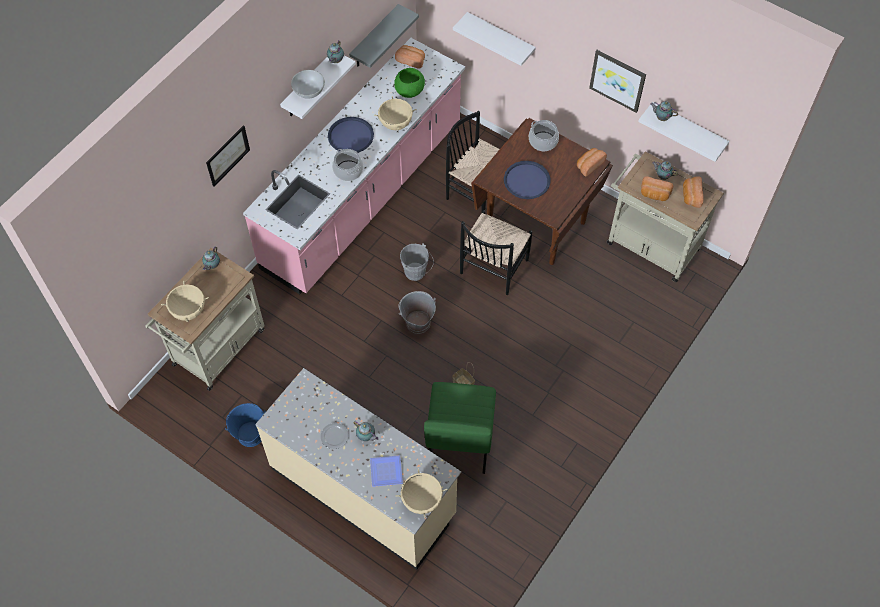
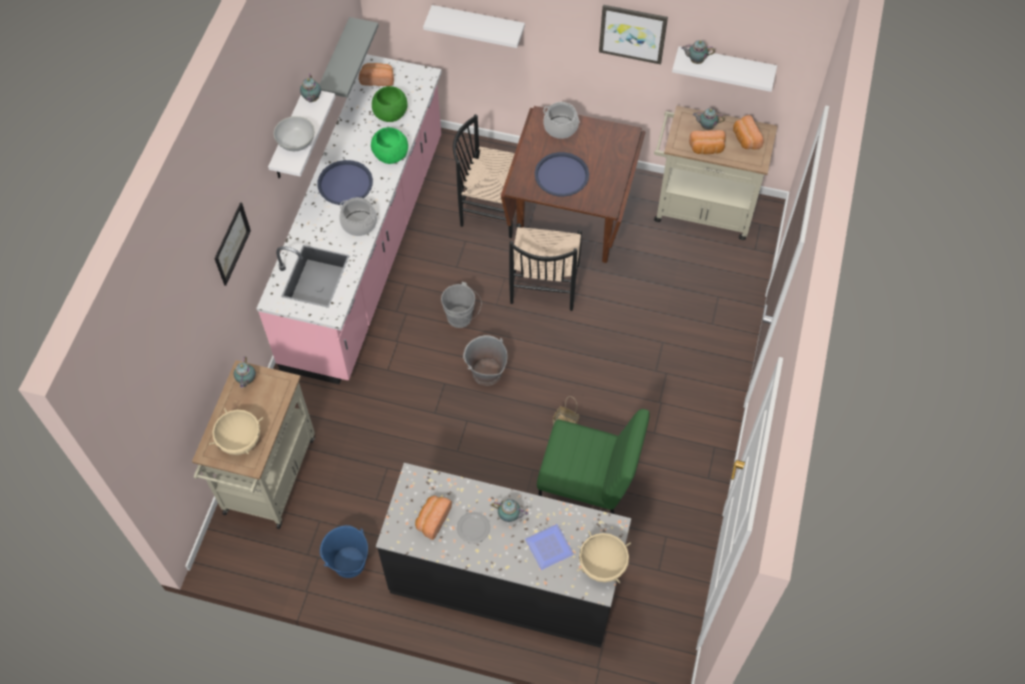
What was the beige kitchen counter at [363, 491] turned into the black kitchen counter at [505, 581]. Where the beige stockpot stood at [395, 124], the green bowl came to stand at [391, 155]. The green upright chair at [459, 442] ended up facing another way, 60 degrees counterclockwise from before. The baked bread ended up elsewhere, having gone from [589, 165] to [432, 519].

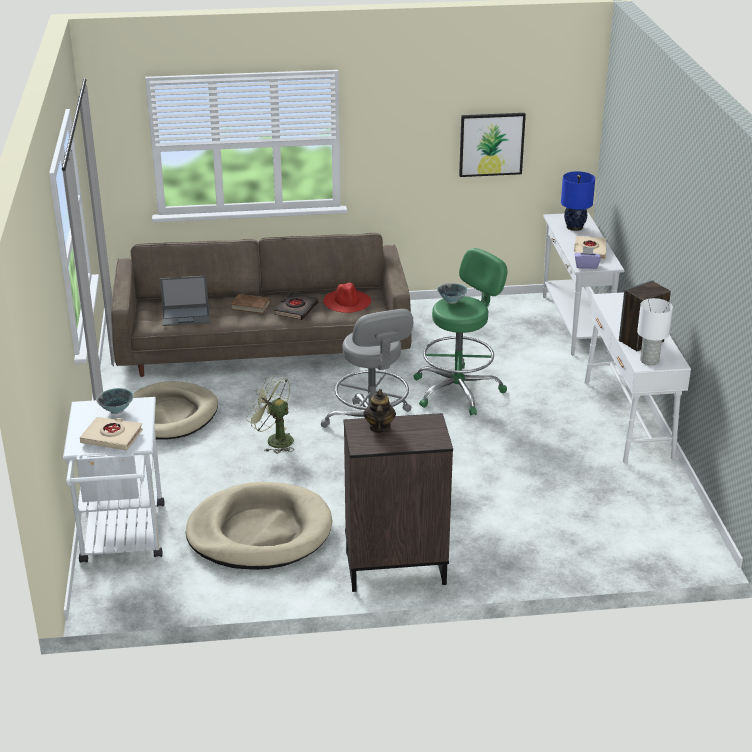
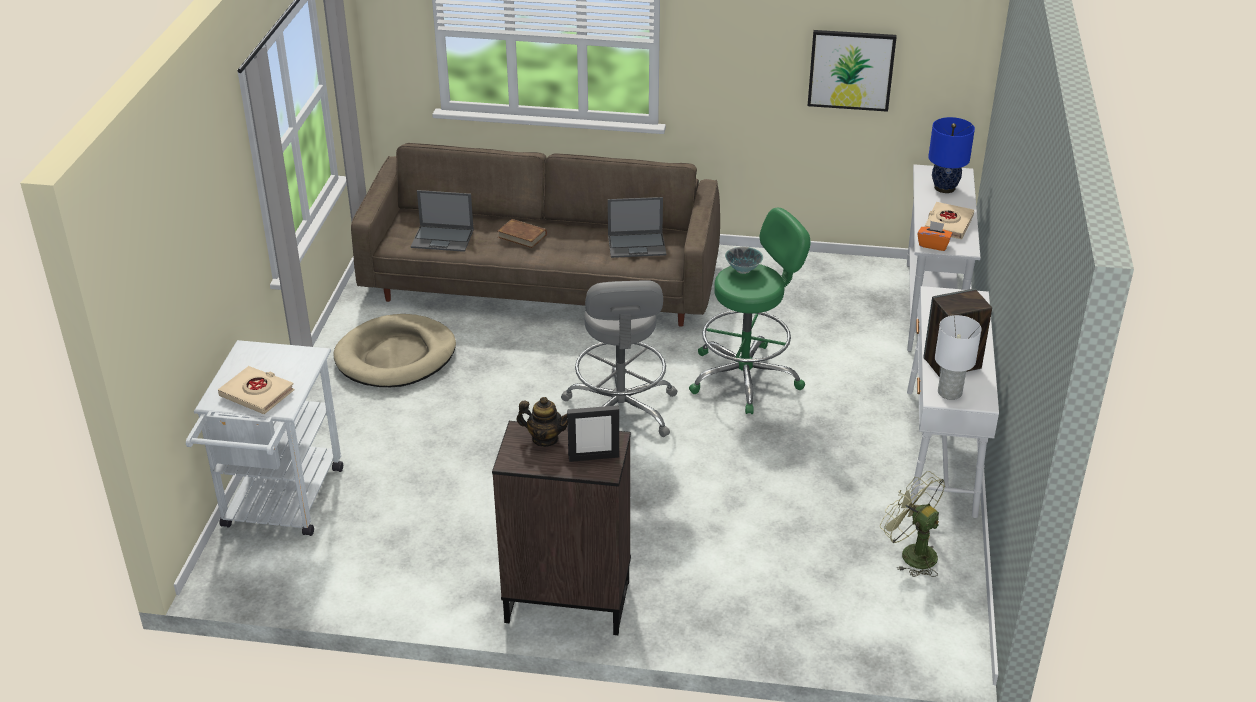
The second view lost the bowl at [117, 410]. The second view lost the beige dog bed at [259, 532]. The green fan ended up elsewhere, having gone from [274, 440] to [911, 553]. The second view lost the black bound book at [296, 309]. Where the reddish wearable hat stood at [347, 301], the laptop came to stand at [637, 245]. The teapot at [379, 427] ended up facing another way, 90 degrees clockwise from before. What was the purple box of tissues at [586, 266] turned into the orange box of tissues at [933, 245]. The second view gained the standing frame at [593, 456].

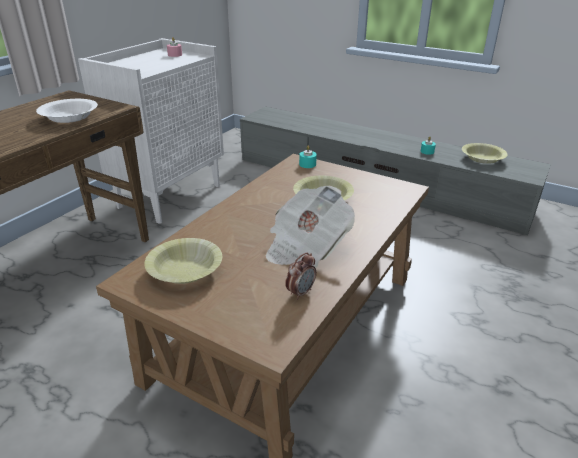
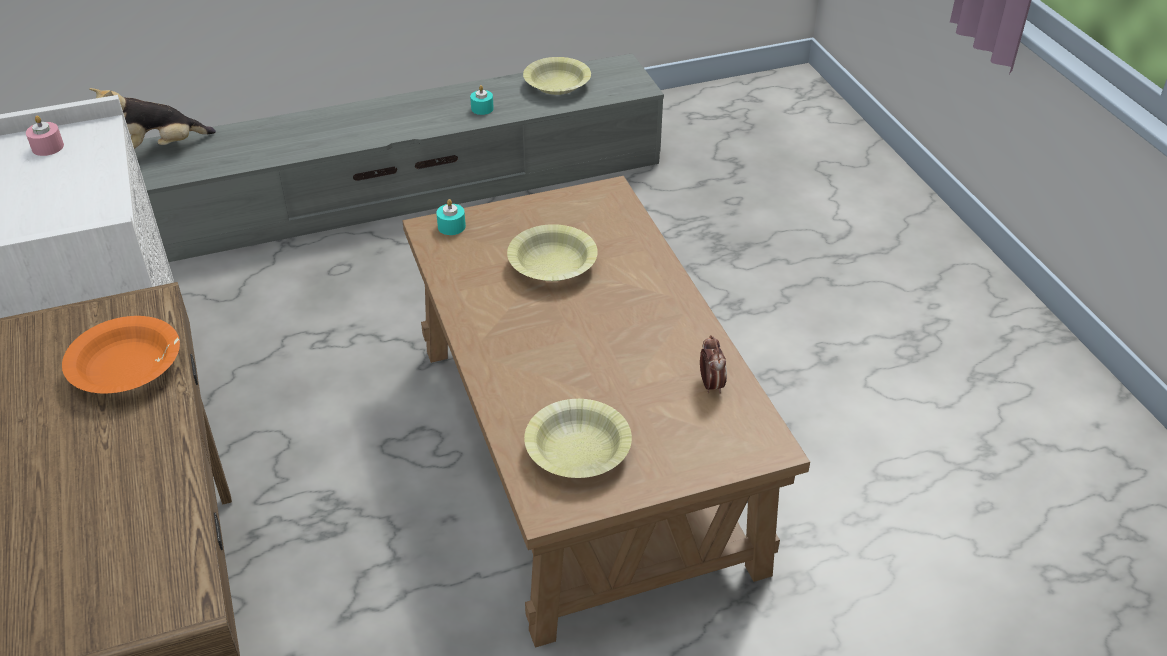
What was the white-coloured bowl at [69, 118] turned into the orange bowl at [127, 369]. The second view lost the daily paper at [306, 247]. The second view gained the cuddly toy at [159, 150].

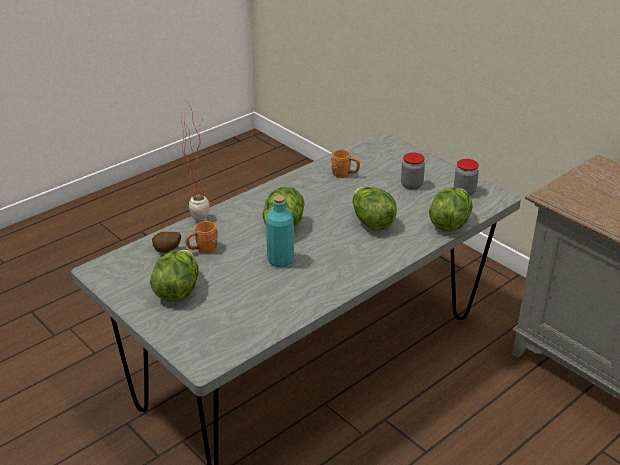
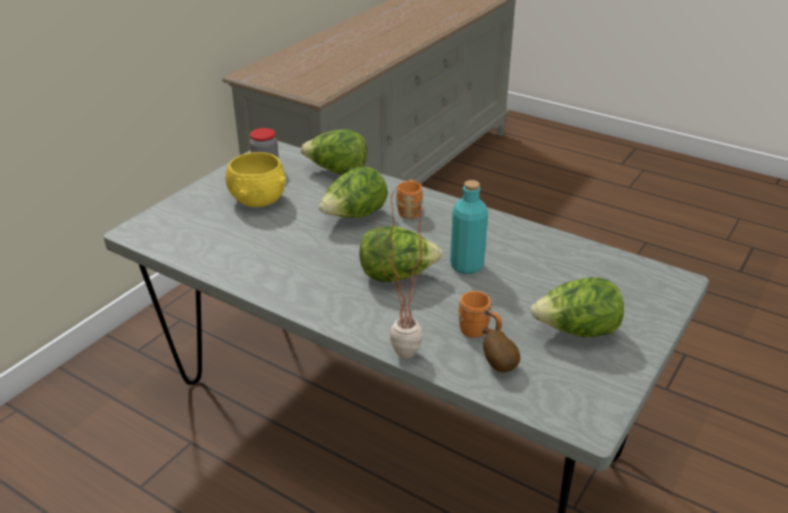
The orange mug ended up elsewhere, having gone from [344, 174] to [409, 210]. Where the storage jar stood at [411, 185], the yellow bowl came to stand at [258, 199].

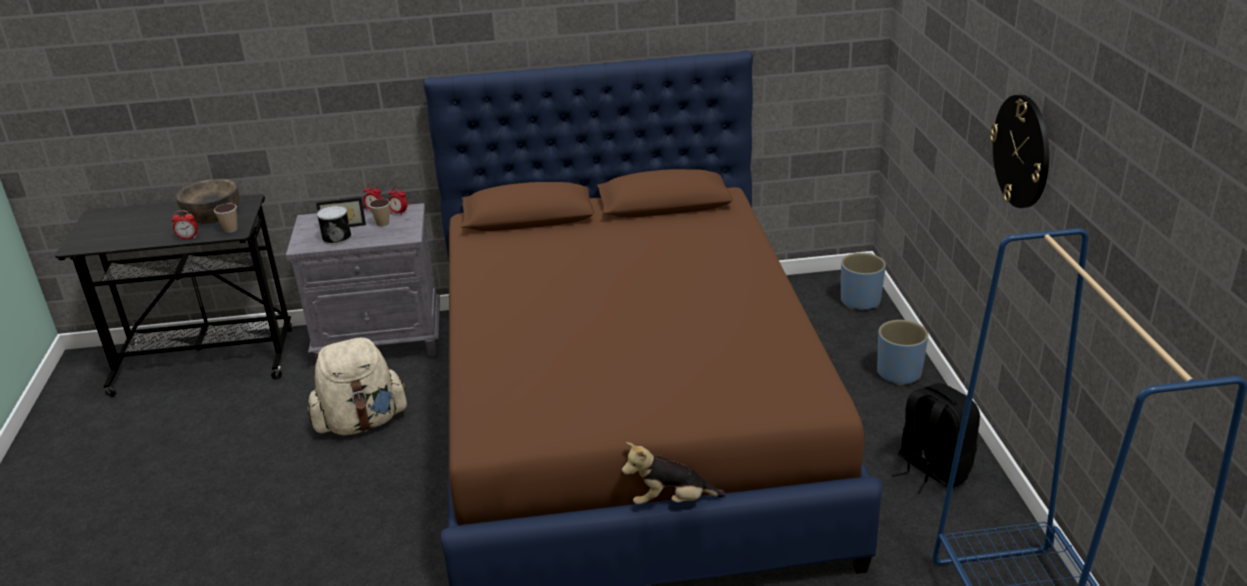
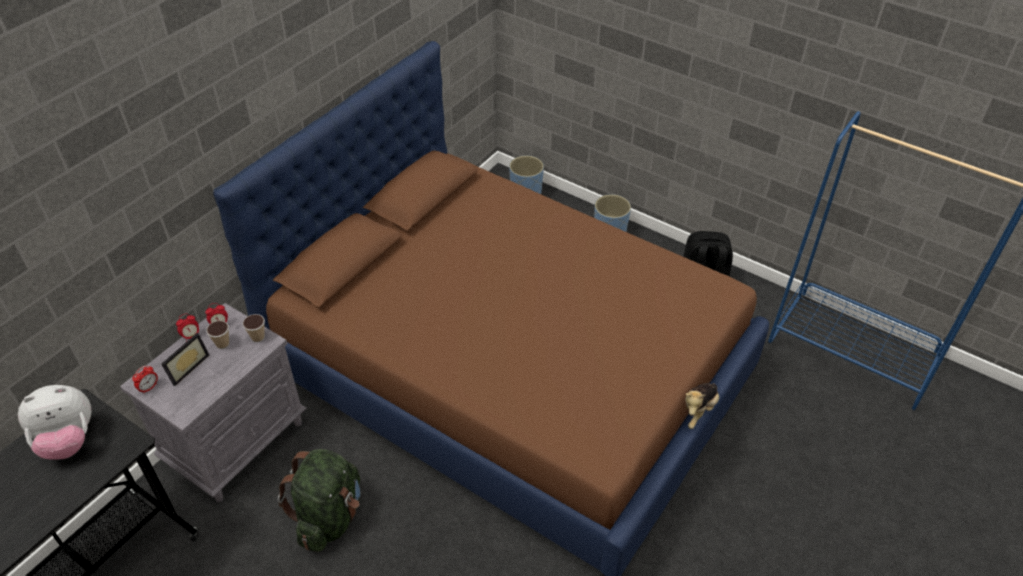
The table clock ended up elsewhere, having gone from [188, 237] to [149, 388]. Where the brown bowl stood at [213, 213], the cuddly toy came to stand at [68, 441]. The small cup ended up elsewhere, having gone from [230, 229] to [258, 337]. What was the beige backpack at [362, 422] turned into the green backpack at [329, 516]. The second view lost the can at [337, 237]. The second view lost the wall clock at [1022, 151].

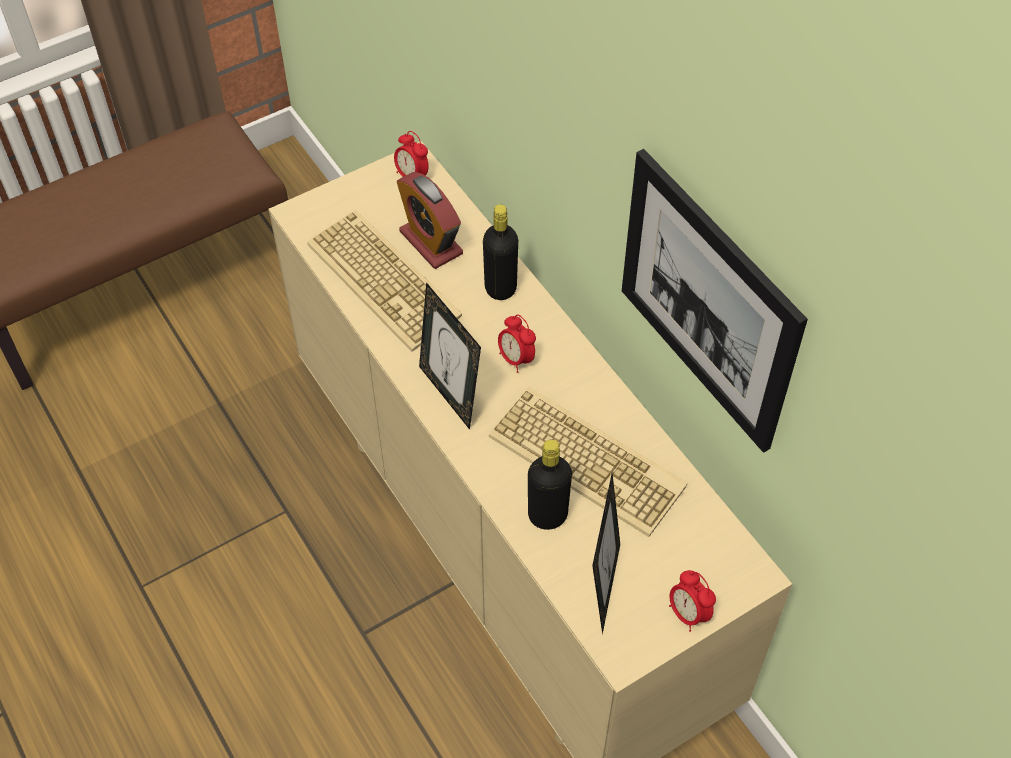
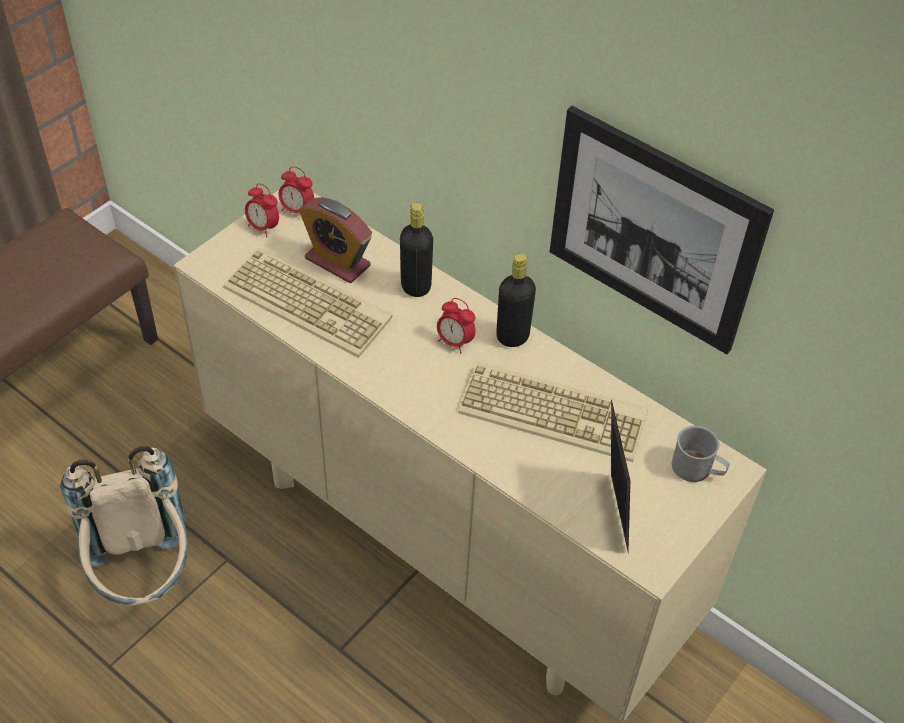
The second view lost the standing frame at [450, 394]. The black beverage bottle ended up elsewhere, having gone from [547, 515] to [512, 337]. The table clock ended up elsewhere, having gone from [688, 613] to [263, 227]. The second view gained the beige backpack at [144, 578]. The second view gained the gray mug at [697, 469].

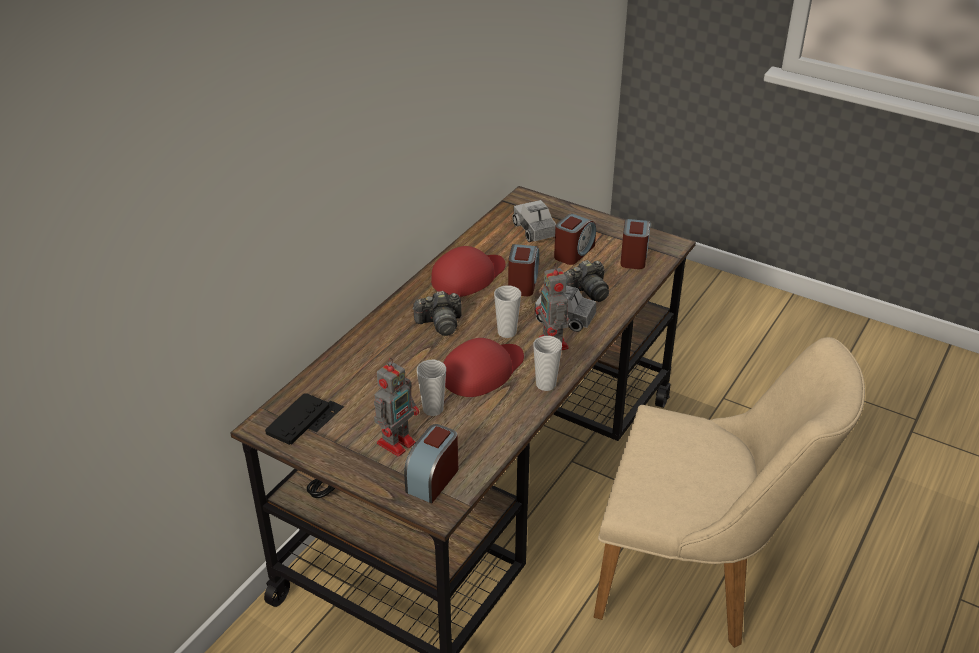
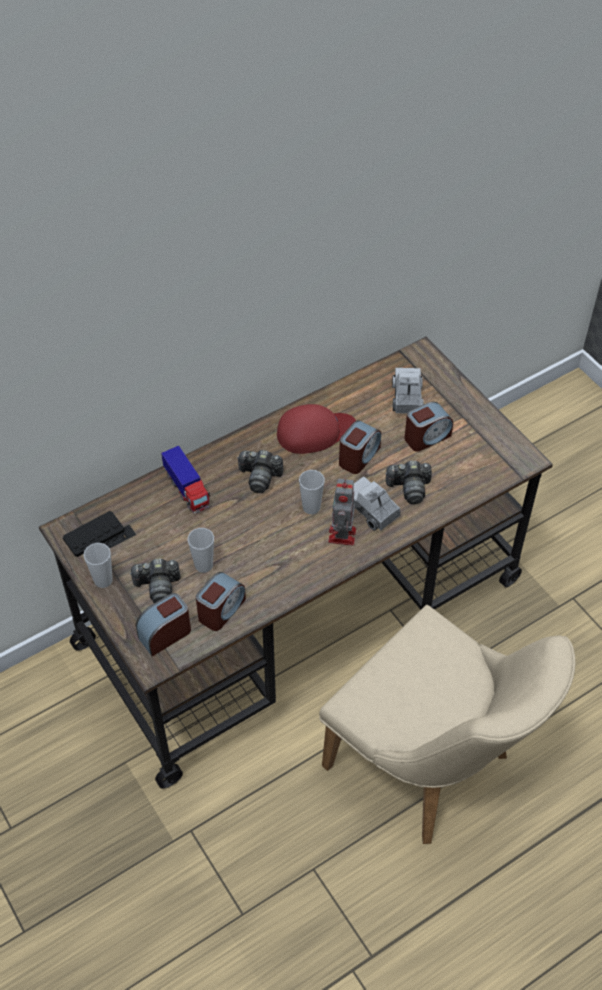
Where the toy robot stood at [397, 442], the photo camera came to stand at [158, 586]. The second view lost the reddish peaked cap at [483, 370]. The small cup ended up elsewhere, having gone from [546, 384] to [103, 580]. The table clock ended up elsewhere, having gone from [634, 256] to [221, 610]. The second view gained the toy lorry at [187, 490].

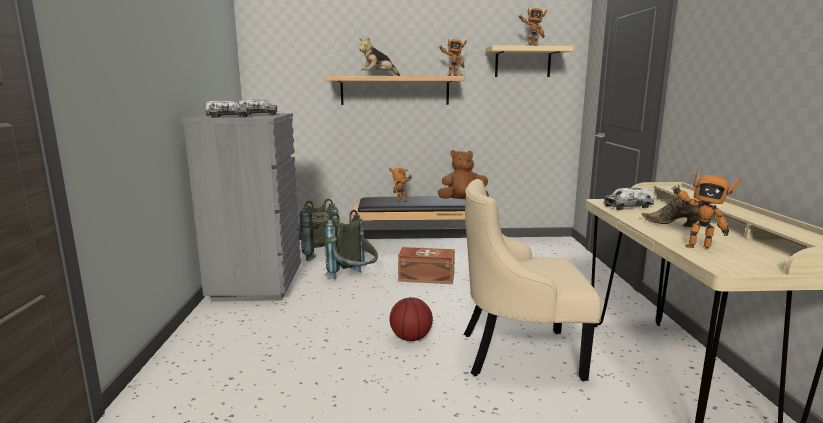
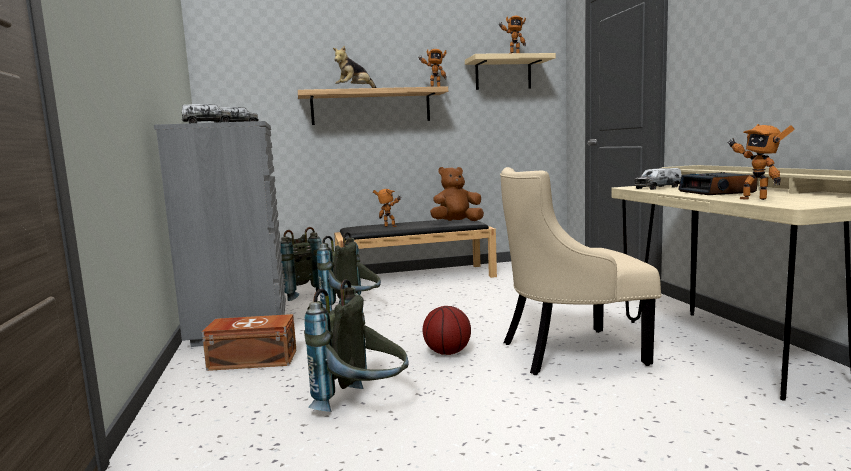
The brown storage container ended up elsewhere, having gone from [425, 277] to [252, 360]. Where the brown item of footwear stood at [675, 224], the table clock came to stand at [717, 192]. The toy robot at [696, 246] ended up facing another way, 45 degrees clockwise from before. The second view gained the gray backpack at [364, 405].

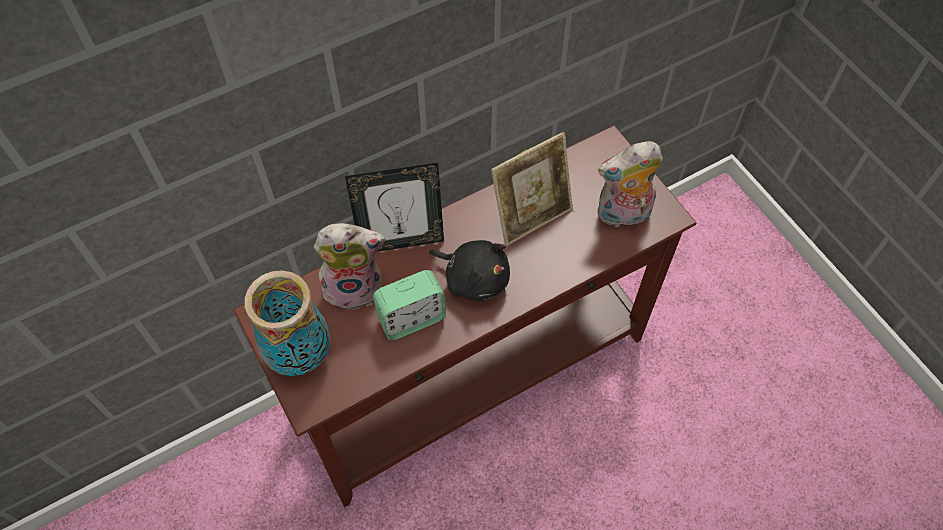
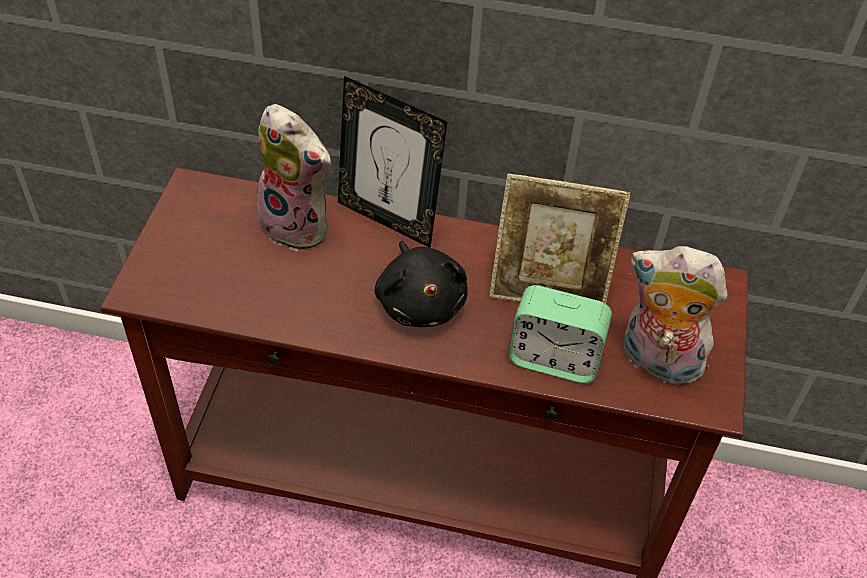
The second view lost the vase at [300, 354]. The table clock ended up elsewhere, having gone from [411, 318] to [554, 359].

